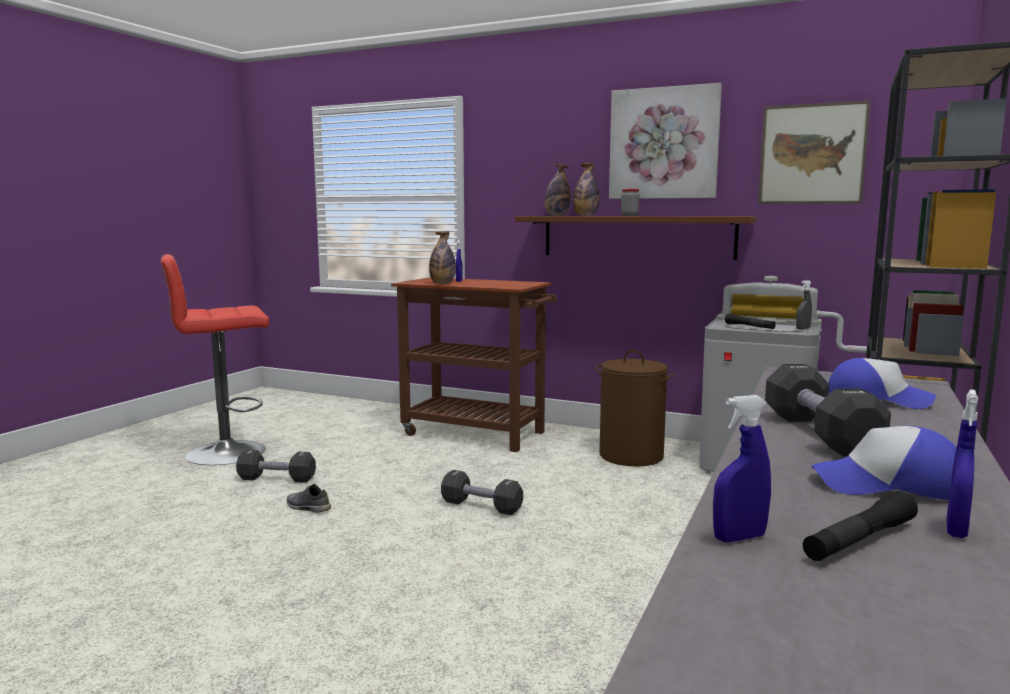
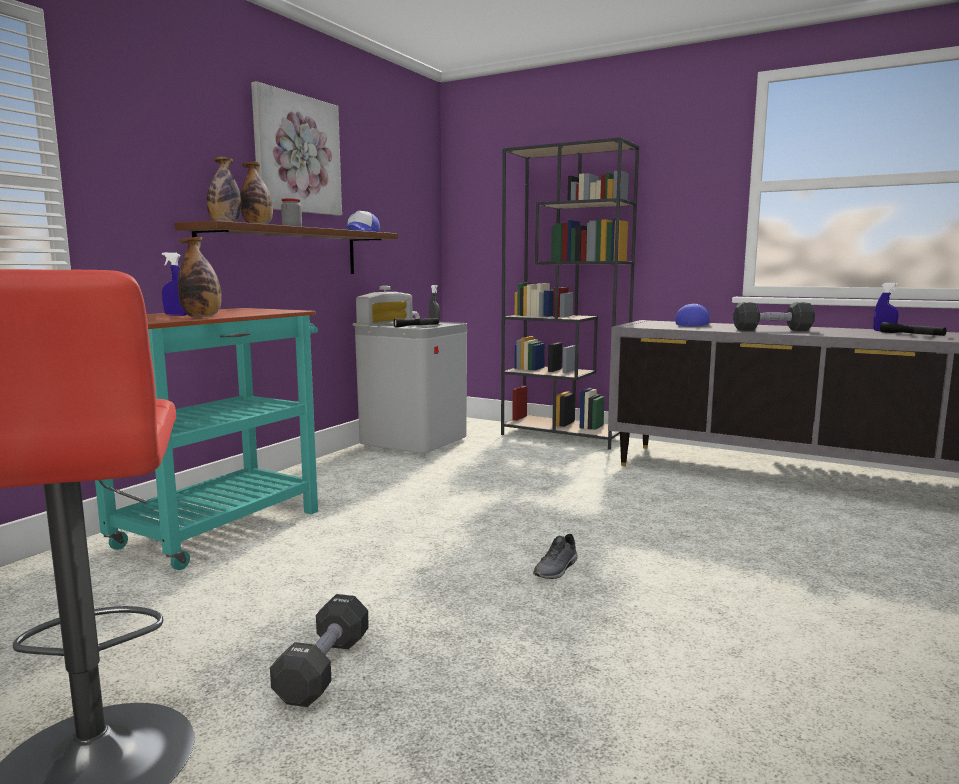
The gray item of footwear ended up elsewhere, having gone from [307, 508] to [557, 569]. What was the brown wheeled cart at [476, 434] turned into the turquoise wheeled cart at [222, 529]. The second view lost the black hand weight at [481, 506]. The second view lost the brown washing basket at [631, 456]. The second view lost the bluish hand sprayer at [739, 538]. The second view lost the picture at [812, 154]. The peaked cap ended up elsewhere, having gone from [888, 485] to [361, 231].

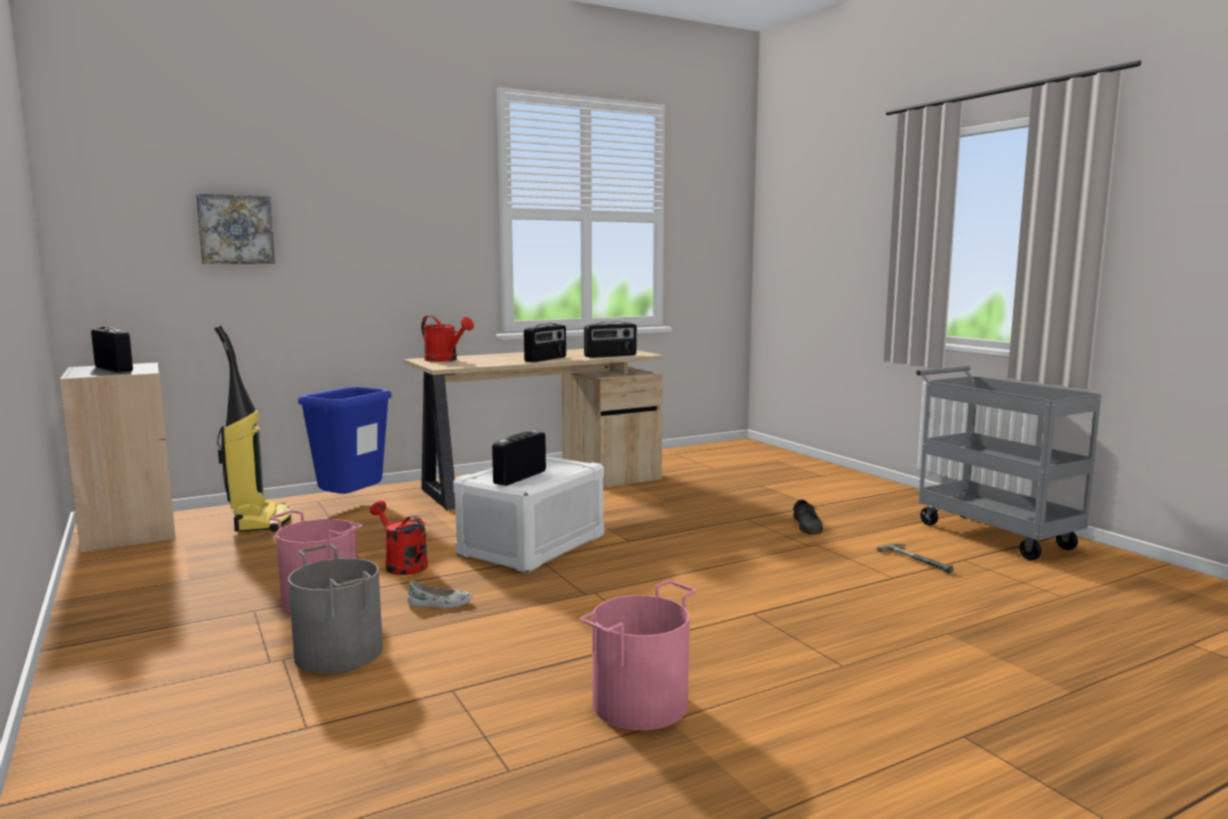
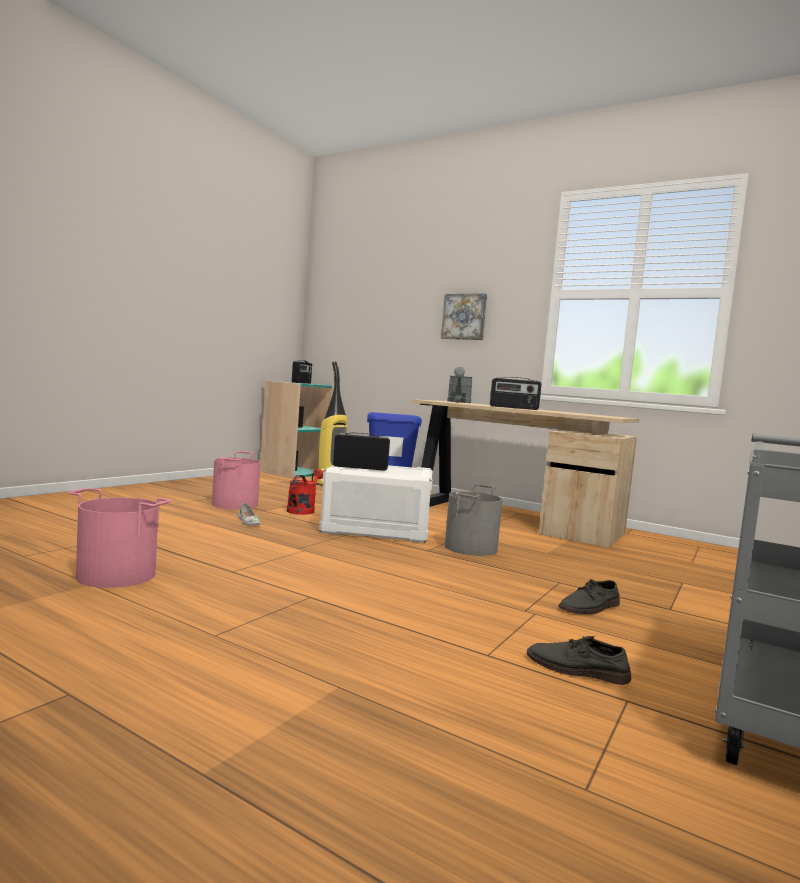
What was the black bookshelf at [128, 531] turned into the turquoise bookshelf at [294, 472]. The picture ended up elsewhere, having gone from [235, 229] to [464, 317]. The gray water bucket ended up elsewhere, having gone from [340, 652] to [471, 548]. What was the reddish watering pot at [445, 360] turned into the gray watering pot at [459, 402]. The second view lost the radio set at [610, 356]. Where the hand hammer stood at [919, 559], the gray item of footwear came to stand at [576, 669].

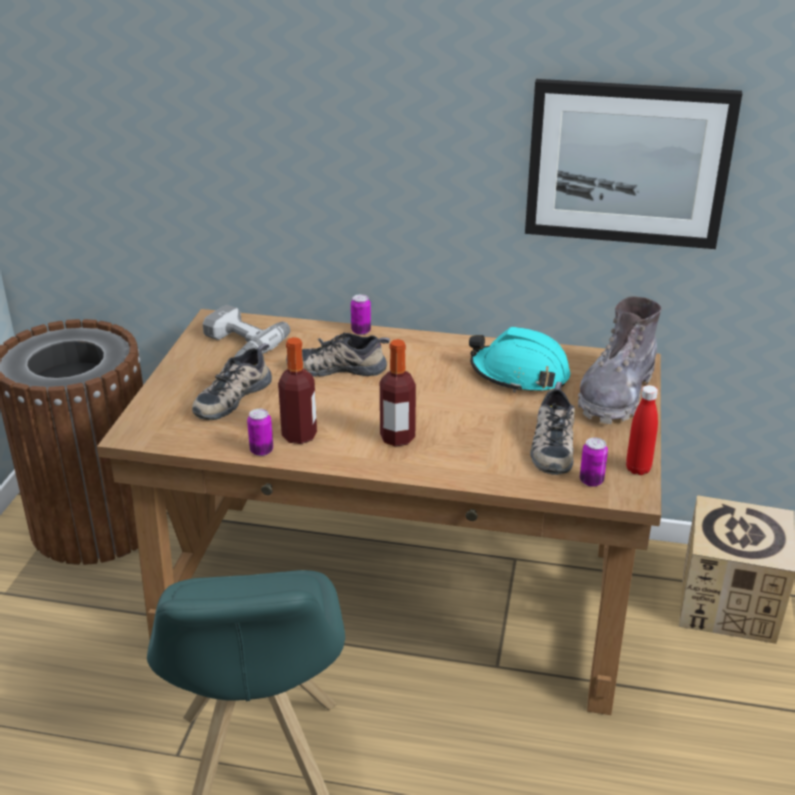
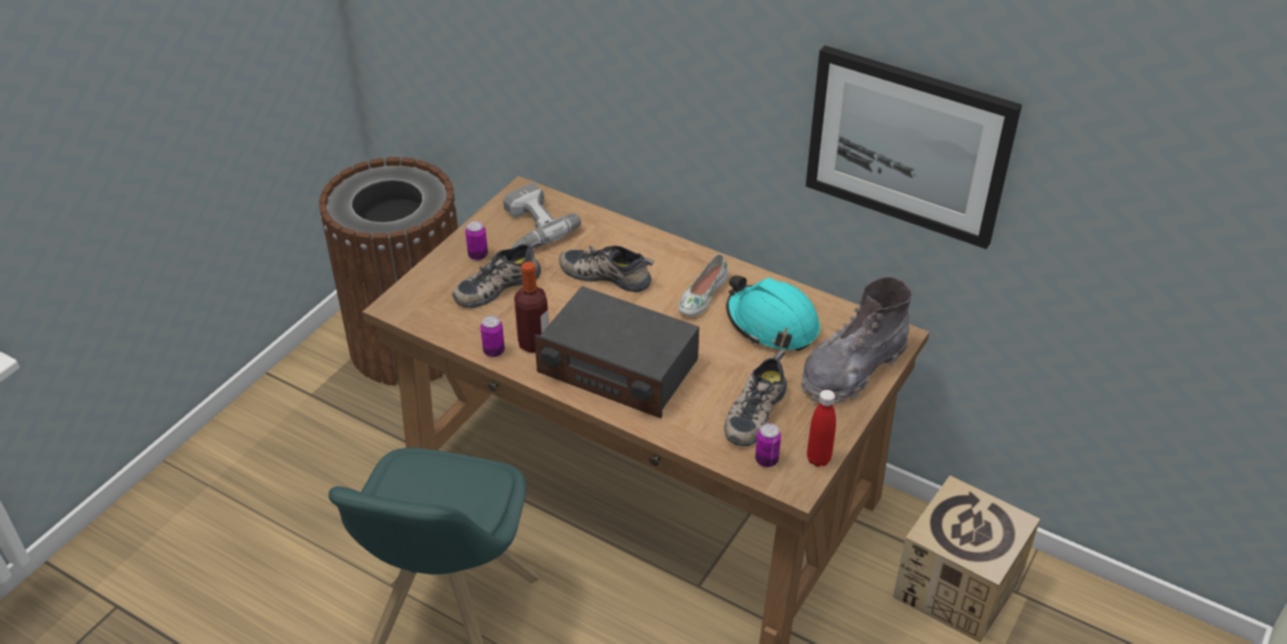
The can ended up elsewhere, having gone from [361, 331] to [478, 255]. Where the beverage bottle stood at [397, 438], the radio set came to stand at [618, 368]. The second view gained the white-coloured item of footwear at [702, 295].

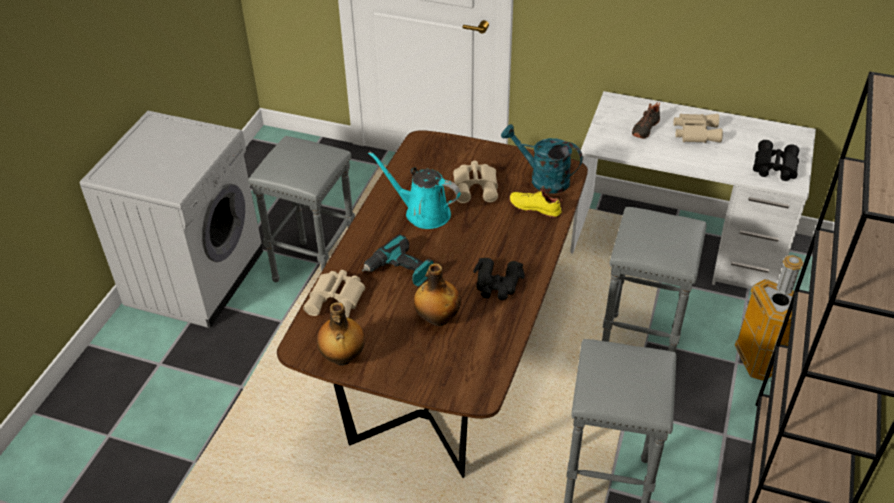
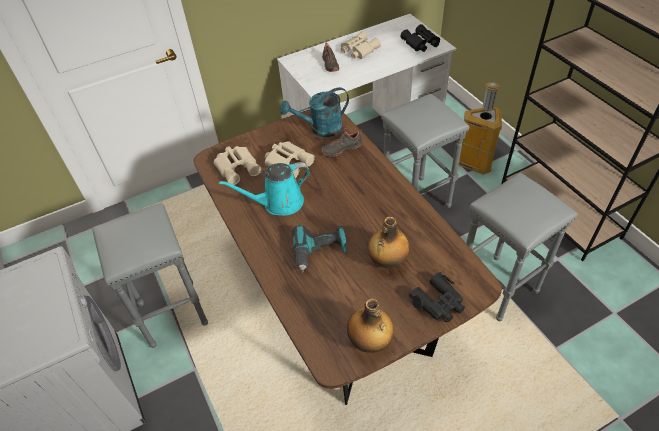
The beige field glasses ended up elsewhere, having gone from [337, 299] to [238, 167]. The black field glasses ended up elsewhere, having gone from [497, 284] to [438, 302]. What was the yellow item of footwear at [535, 207] turned into the black item of footwear at [341, 148].

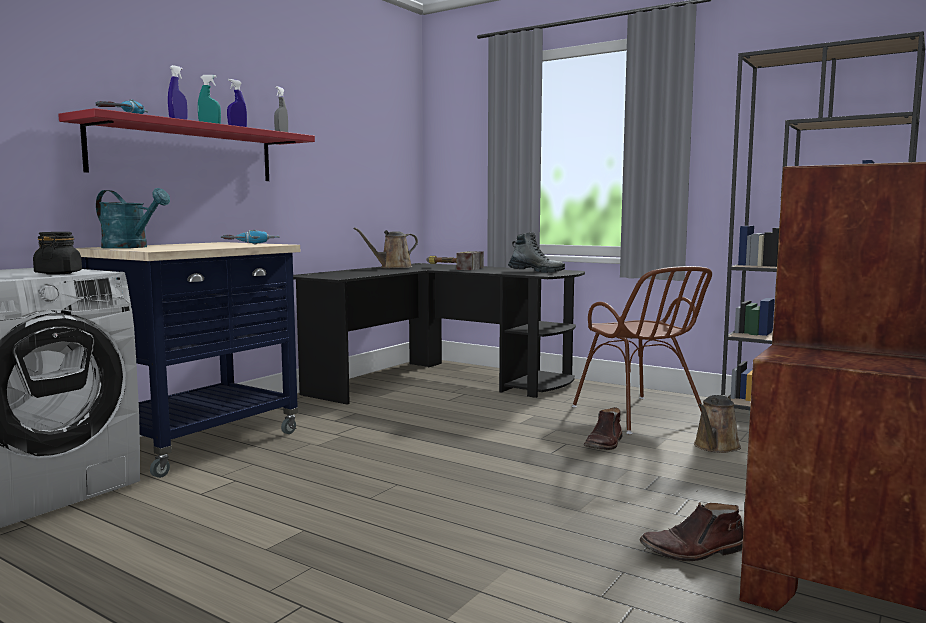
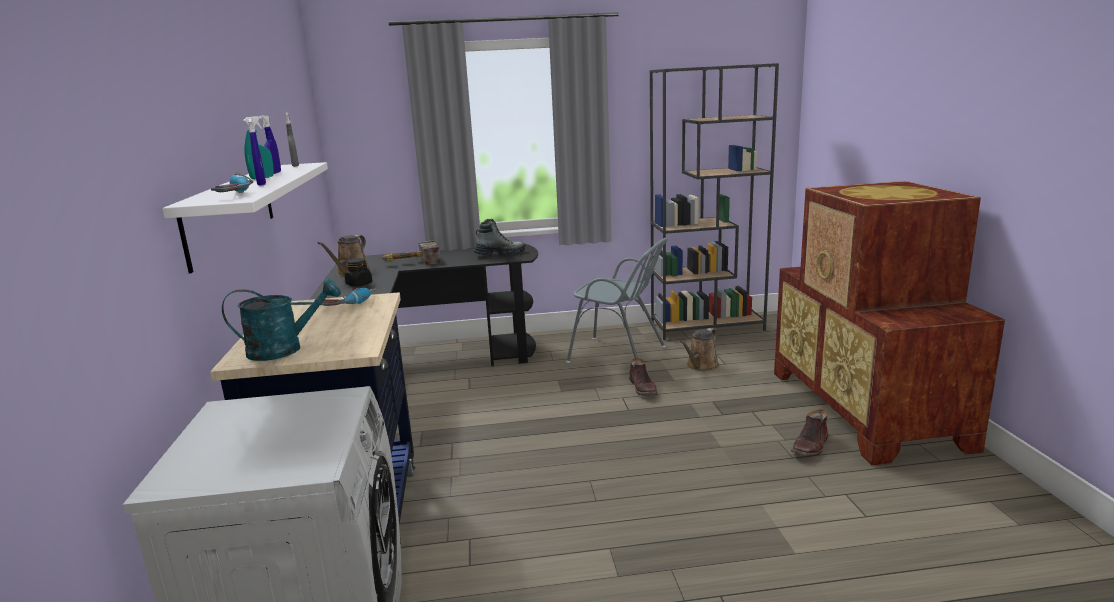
The black storage jar ended up elsewhere, having gone from [58, 273] to [359, 284]. What was the reddish bracket shelf at [185, 152] turned into the white-coloured bracket shelf at [231, 212]. What was the brown upright chair at [640, 415] turned into the gray upright chair at [620, 355]. The brown watering pot at [715, 447] ended up facing another way, 45 degrees clockwise from before.

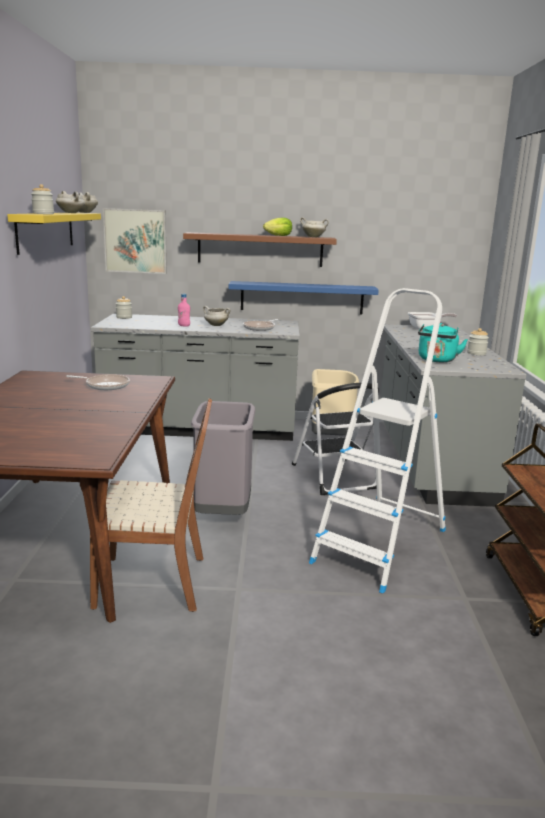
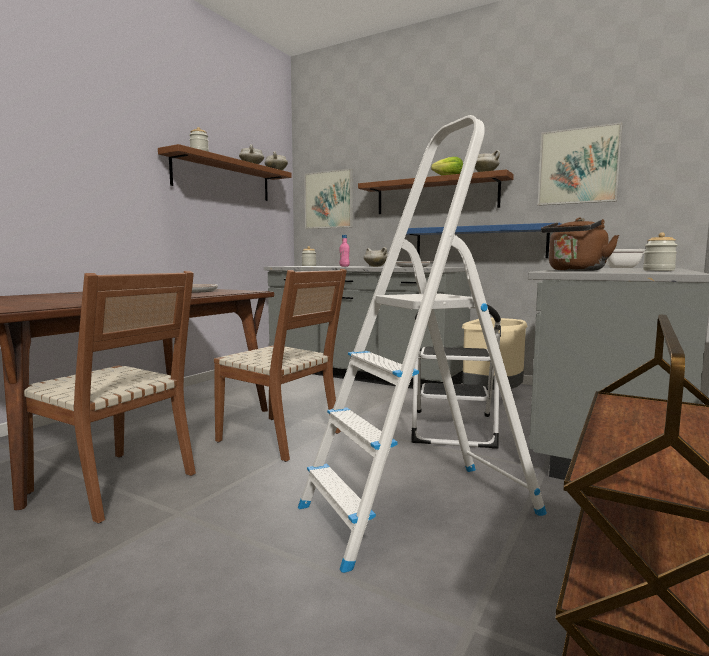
What was the yellow bracket shelf at [46, 231] turned into the brown bracket shelf at [223, 178]. Where the gray rubbish bin stood at [223, 512], the upright chair came to stand at [283, 439]. What was the turquoise tea kettle at [436, 360] turned into the brown tea kettle at [575, 270]. The second view gained the picture at [578, 166].

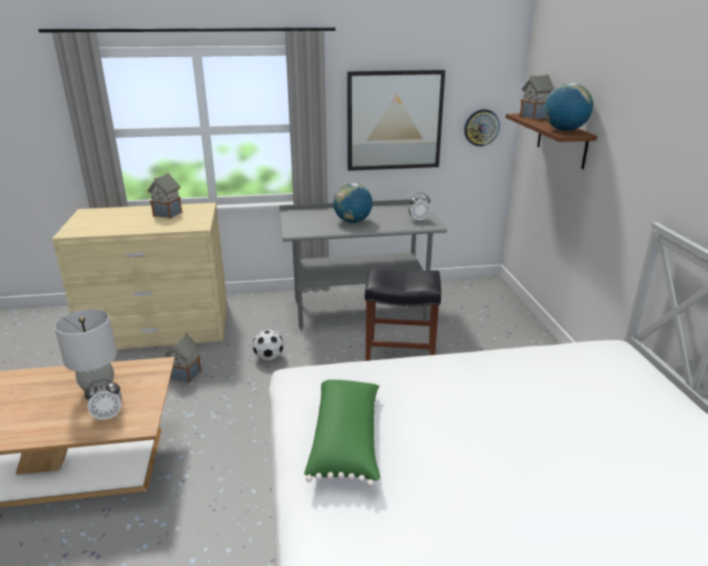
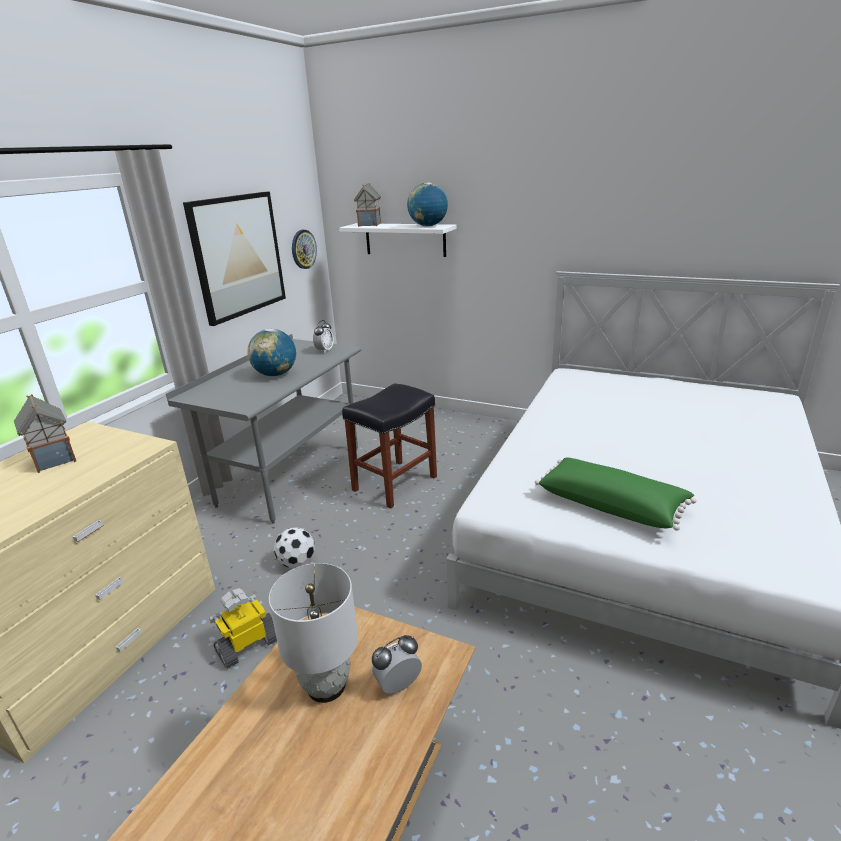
The table clock at [108, 415] ended up facing another way, 135 degrees counterclockwise from before. Where the model house stood at [185, 375], the toy robot came to stand at [247, 645]. What was the brown bracket shelf at [561, 140] turned into the white-coloured bracket shelf at [405, 239].

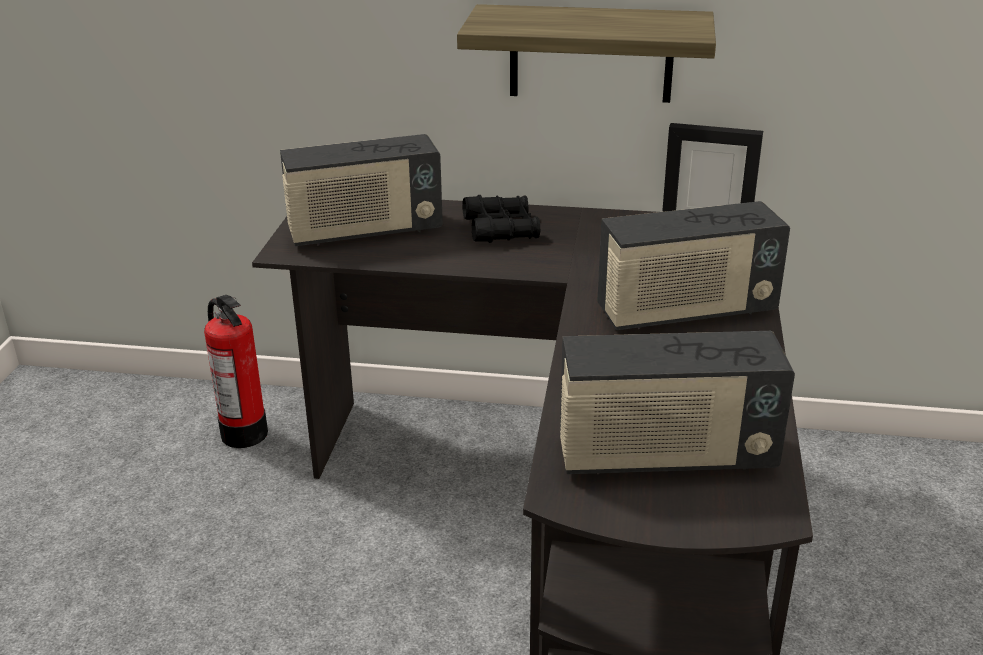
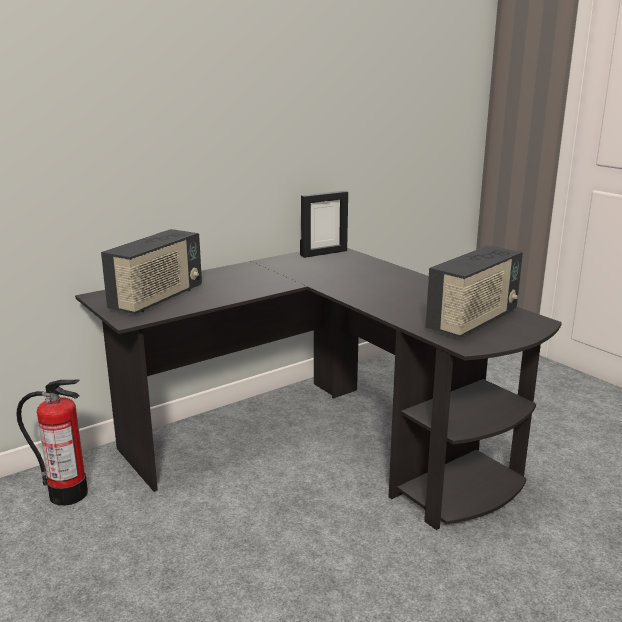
The second view lost the bracket shelf at [591, 53]. The second view lost the black field glasses at [501, 229]. The second view lost the radio set at [686, 312].

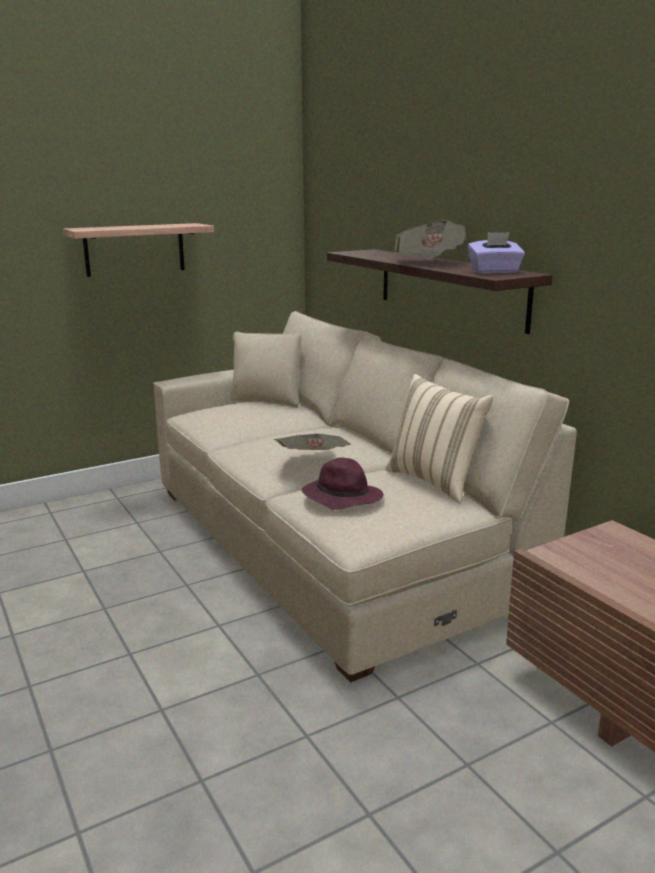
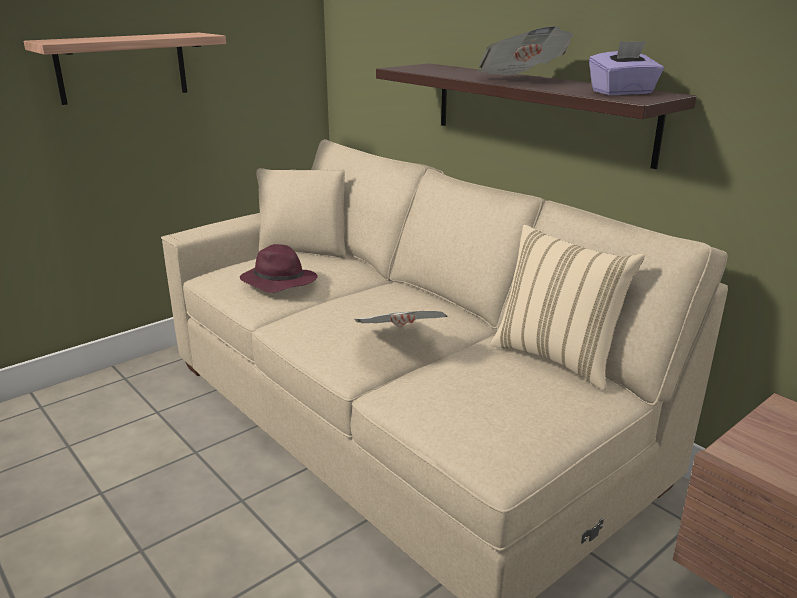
The purple wearable hat ended up elsewhere, having gone from [341, 497] to [278, 282].

